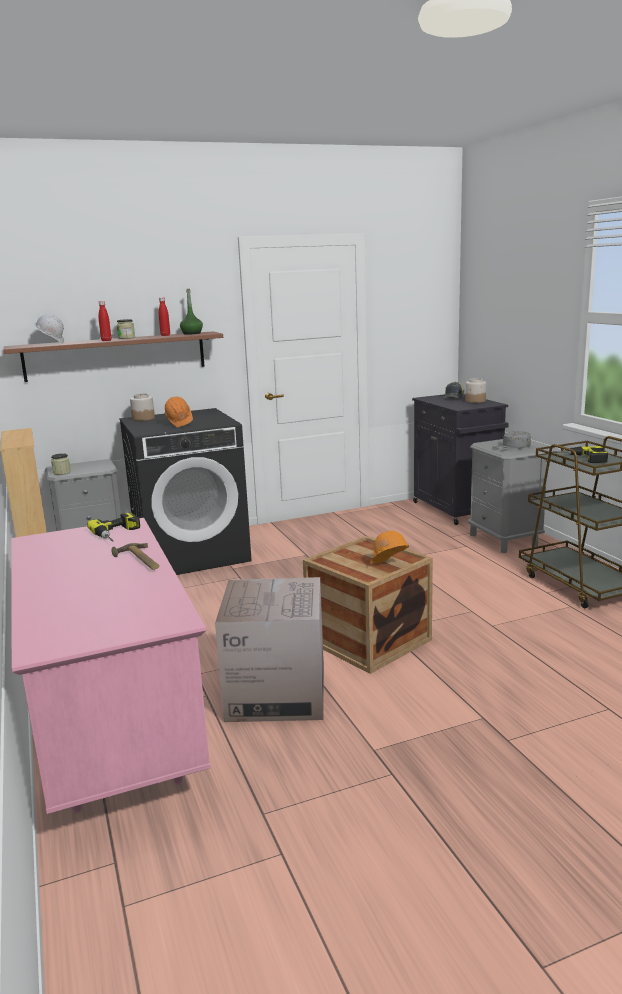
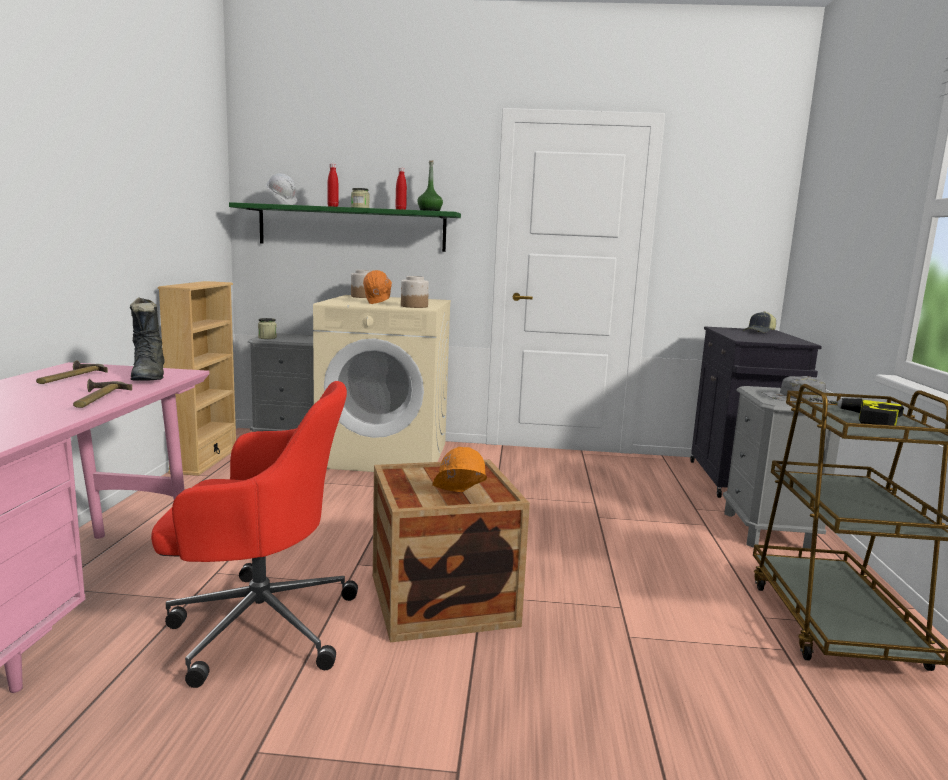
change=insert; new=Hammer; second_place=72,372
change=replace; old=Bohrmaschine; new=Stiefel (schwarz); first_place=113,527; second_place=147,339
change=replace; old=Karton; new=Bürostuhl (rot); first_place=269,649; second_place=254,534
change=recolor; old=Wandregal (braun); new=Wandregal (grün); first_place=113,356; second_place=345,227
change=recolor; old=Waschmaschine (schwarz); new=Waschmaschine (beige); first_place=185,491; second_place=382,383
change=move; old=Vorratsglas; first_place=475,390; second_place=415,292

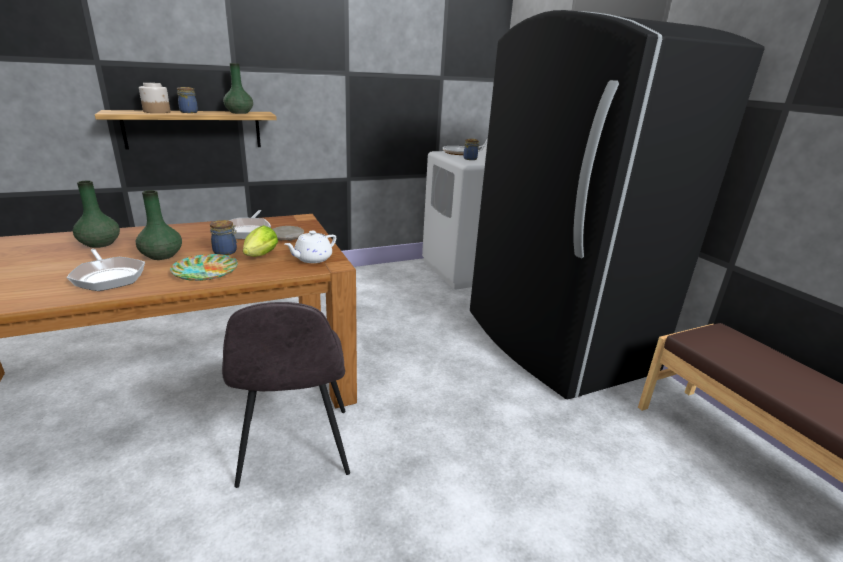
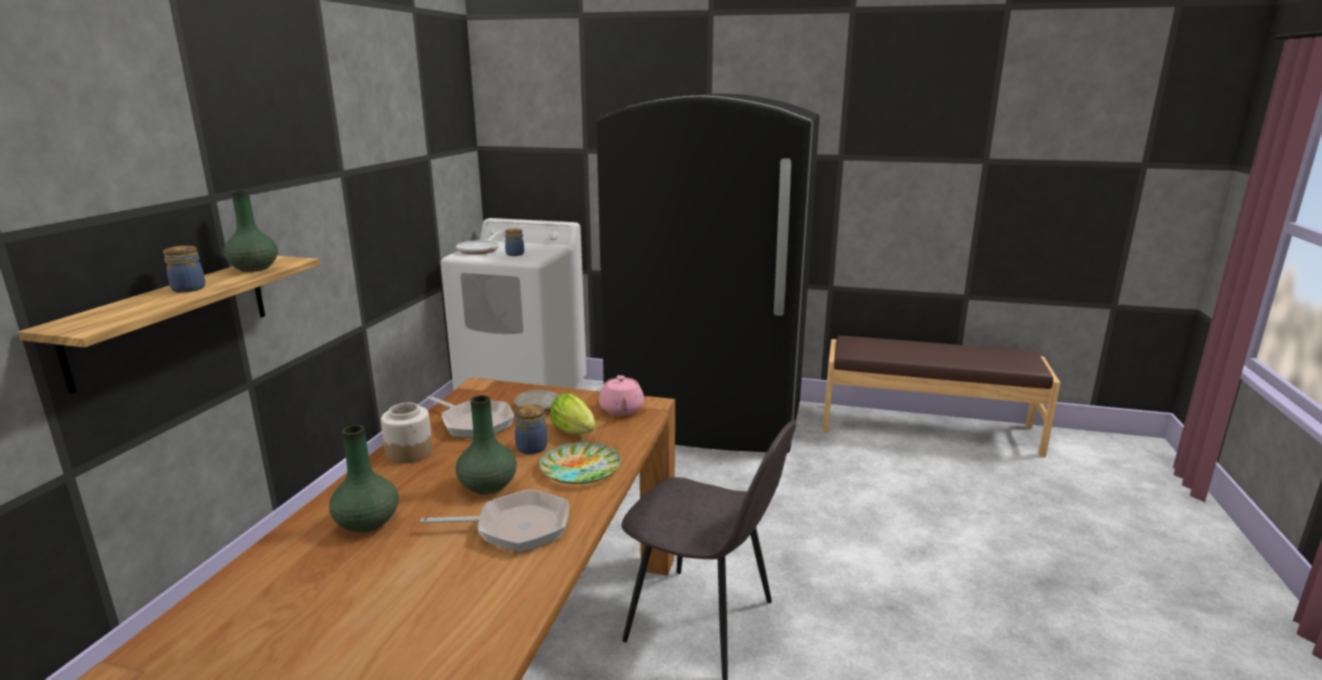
change=move; old=Vorratsglas; first_place=155,98; second_place=407,433
change=recolor; old=Teekanne (weiß); new=Teekanne (rosa); first_place=310,247; second_place=621,395

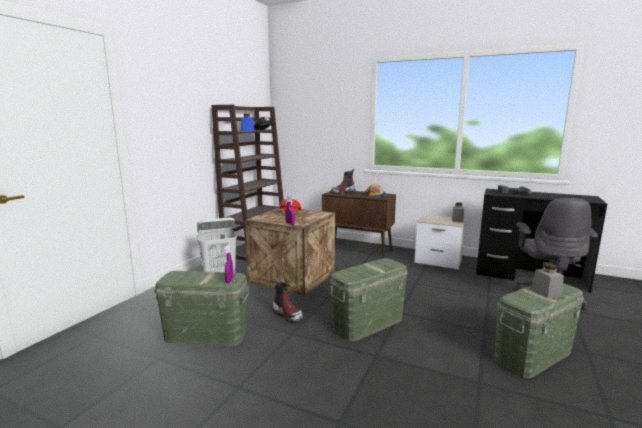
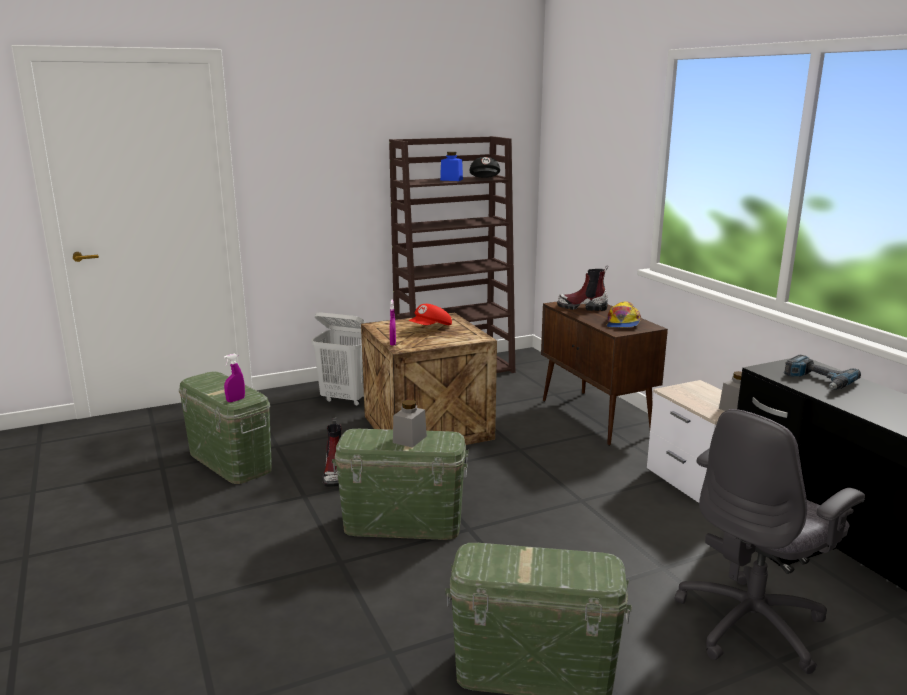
change=move; old=Vorratsglas (grau); first_place=548,280; second_place=410,424

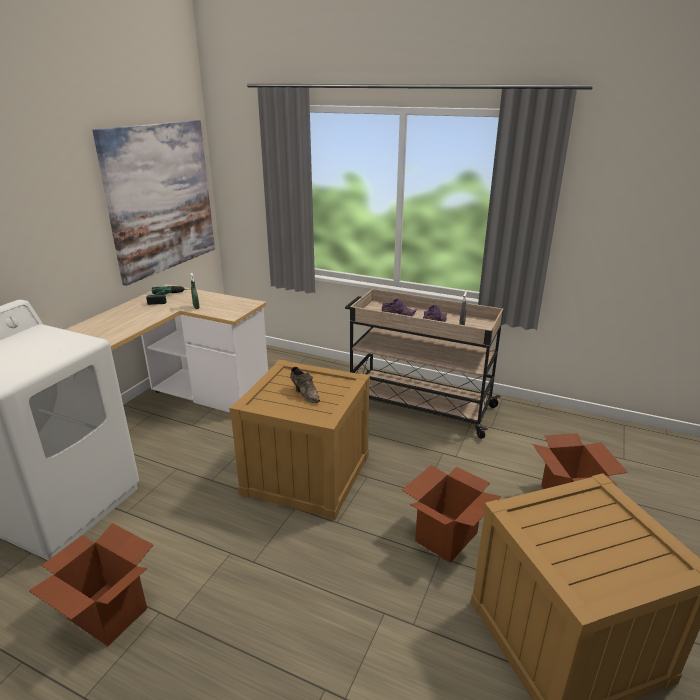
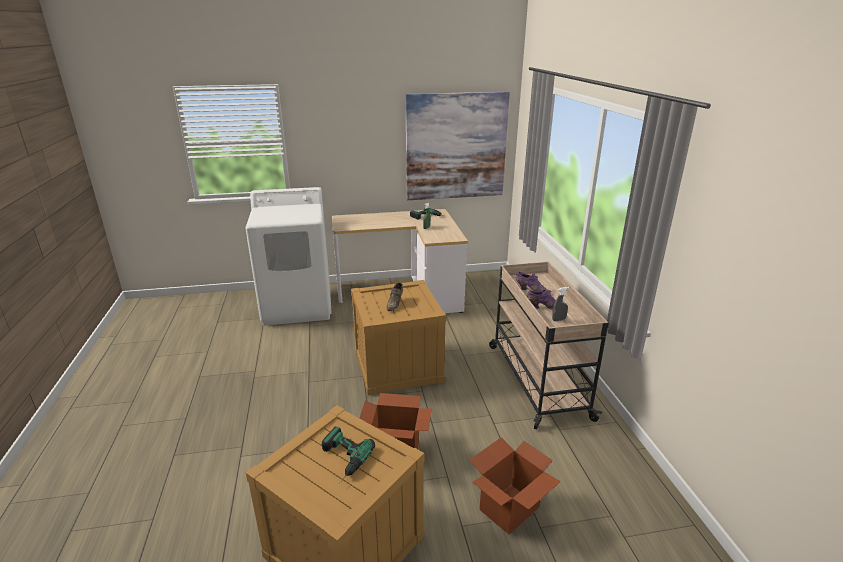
change=insert; new=Bohrmaschine; second_place=348,454
change=delete; old=Karton; first_place=91,584

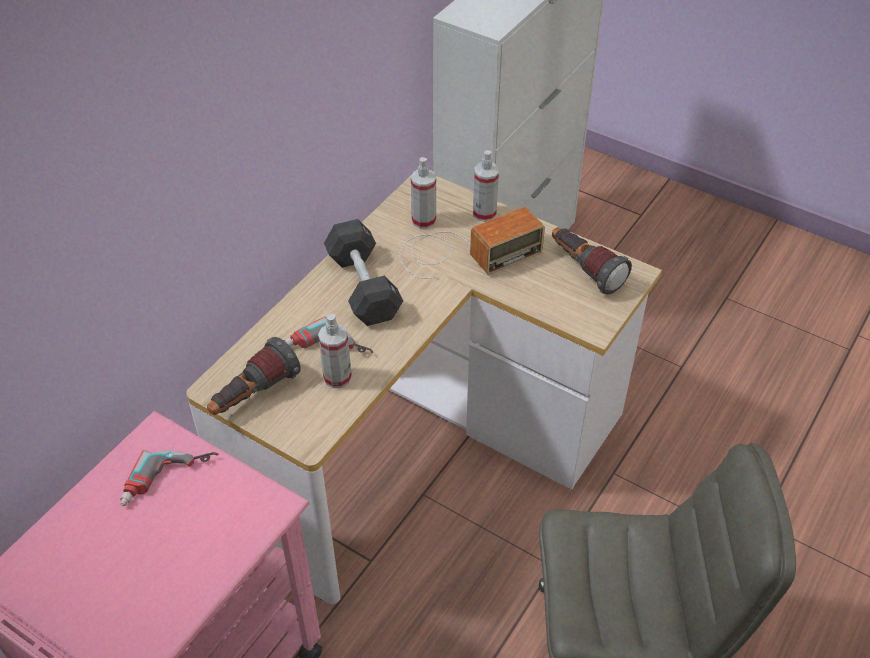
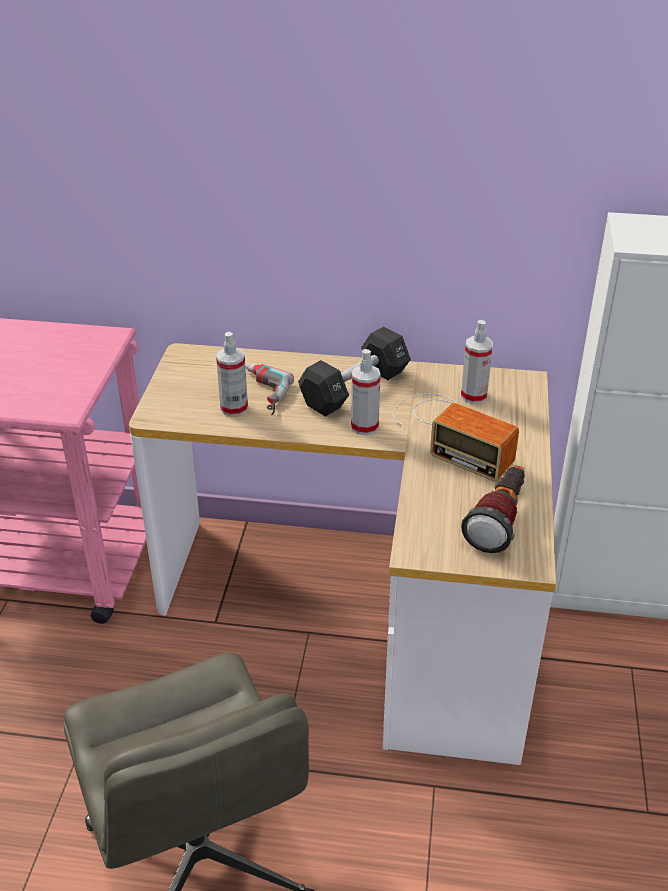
change=move; old=Sprühflasche; first_place=486,186; second_place=365,392
change=delete; old=Bohrmaschine; first_place=169,478
change=delete; old=Taschenlampe; first_place=254,376

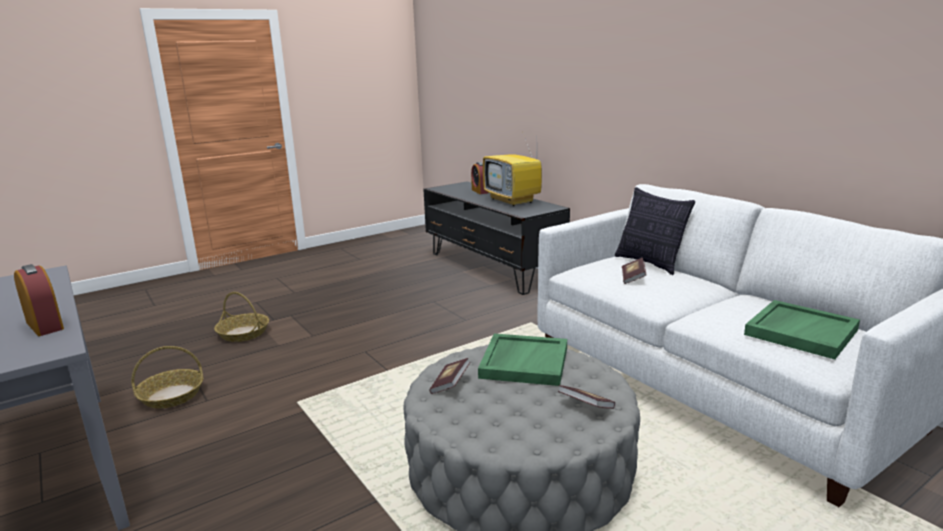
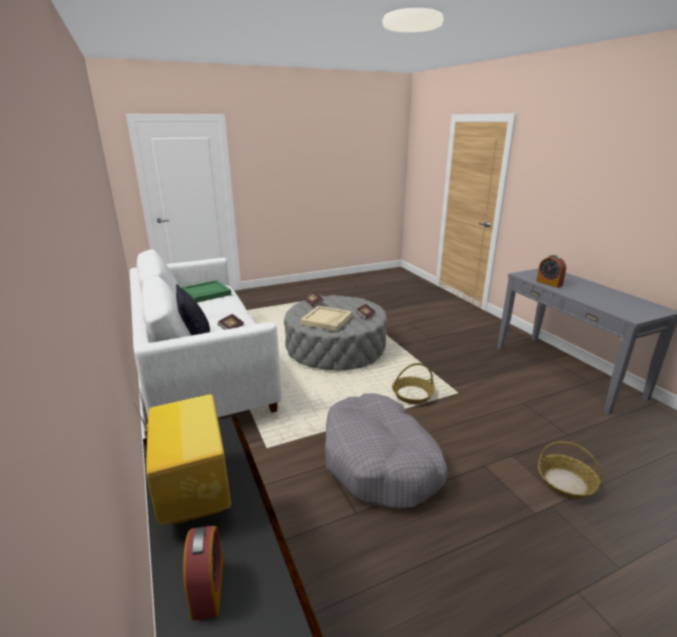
change=recolor; old=Tablett (grün); new=Tablett (beige); first_place=522,360; second_place=326,318
change=insert; new=Hundebett (grau); second_place=386,451
change=move; old=Korb; first_place=167,377; second_place=413,383

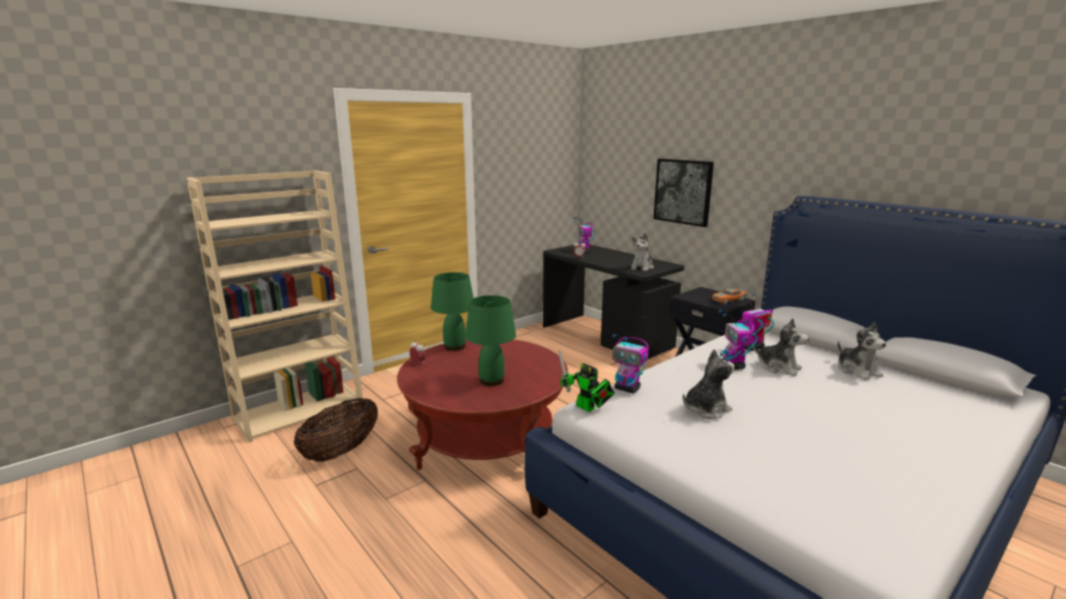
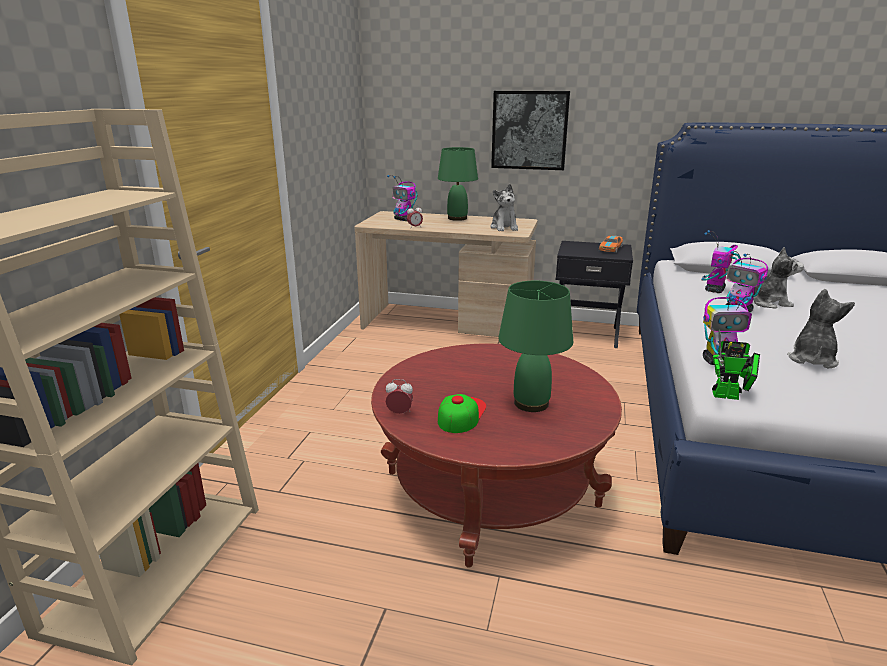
change=recolor; old=Schreibtisch (schwarz); new=Schreibtisch (beige); first_place=613,302; second_place=446,274
change=move; old=Tischlampe (grün); first_place=452,311; second_place=458,184
change=insert; new=Kappe; second_place=462,413
change=delete; old=Korb; first_place=336,430
change=delete; old=Plüschtier; first_place=862,351

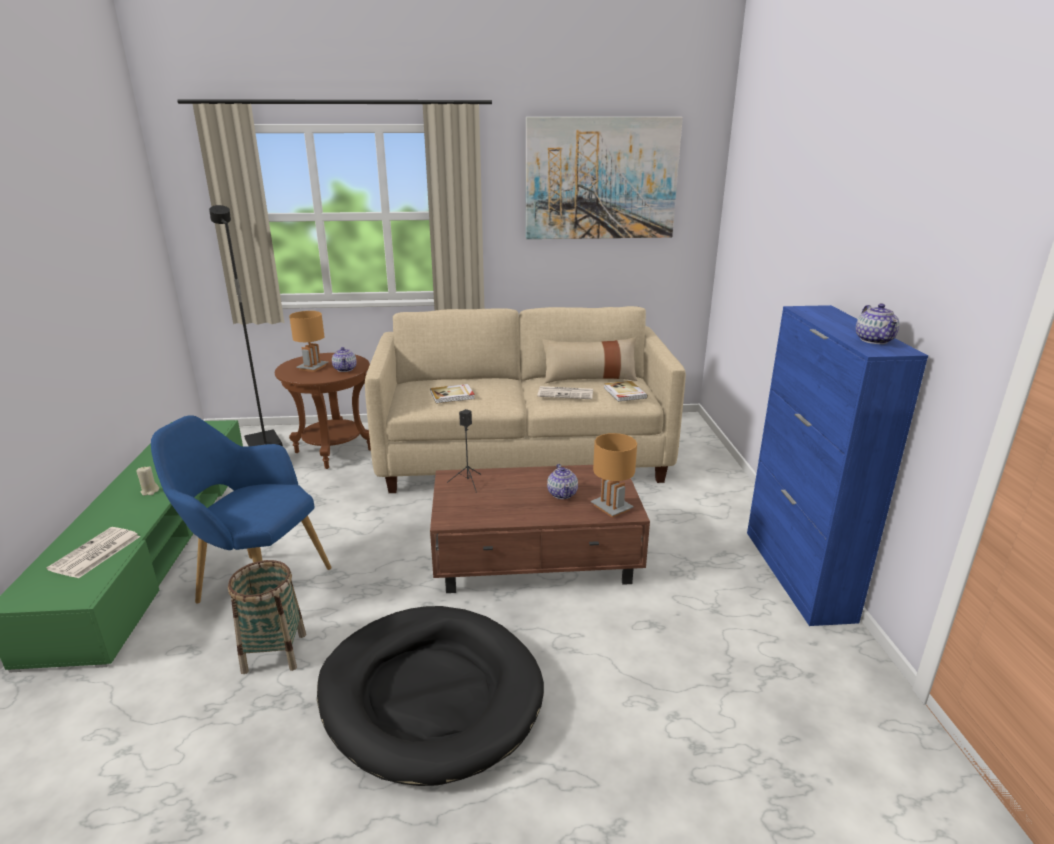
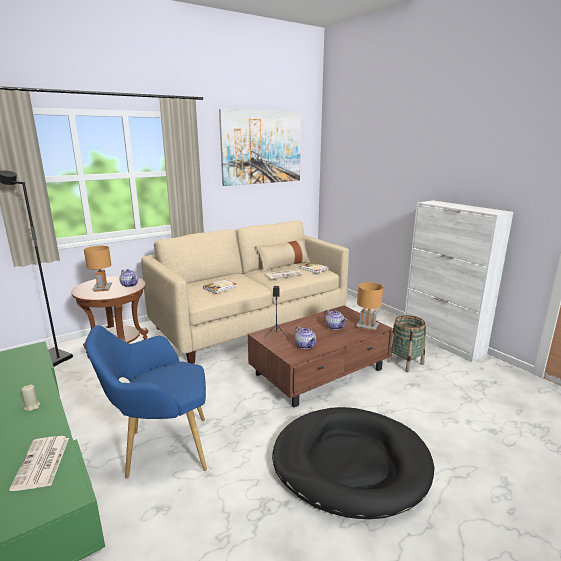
change=move; old=Teekanne; first_place=877,323; second_place=305,337
change=move; old=Korb; first_place=267,617; second_place=406,343
change=recolor; old=Schrank (blau); new=Schrank (weiß); first_place=837,465; second_place=459,281

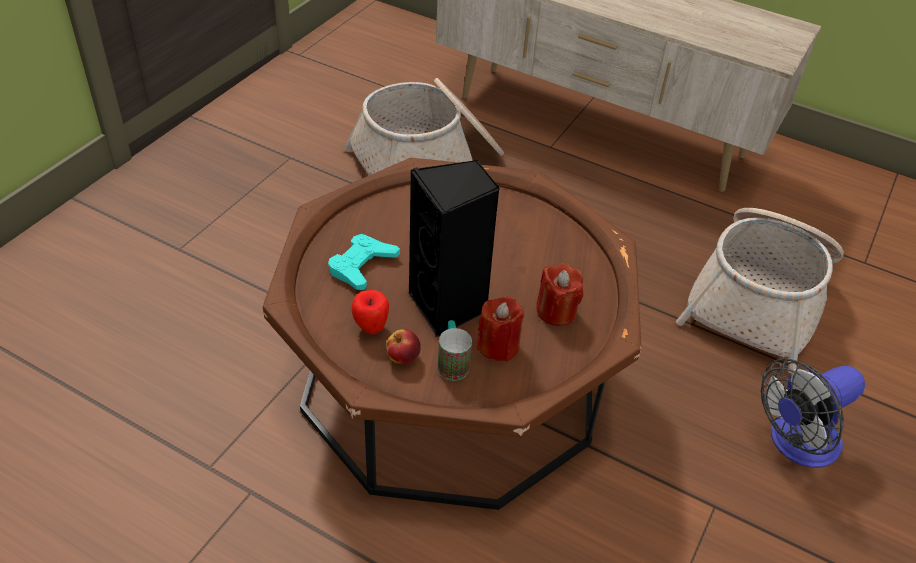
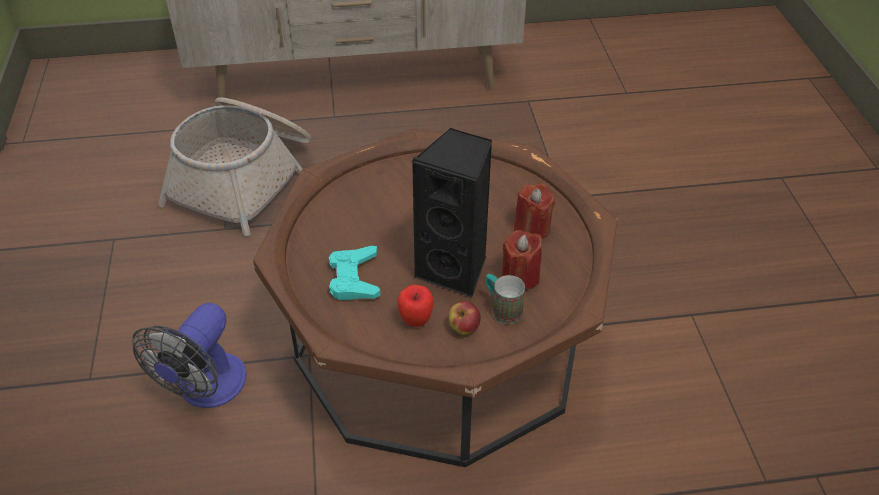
change=move; old=Ventilator; first_place=813,413; second_place=189,355
change=delete; old=Korb; first_place=760,290

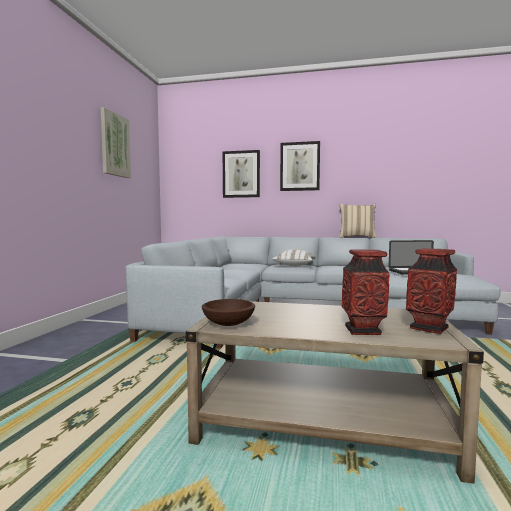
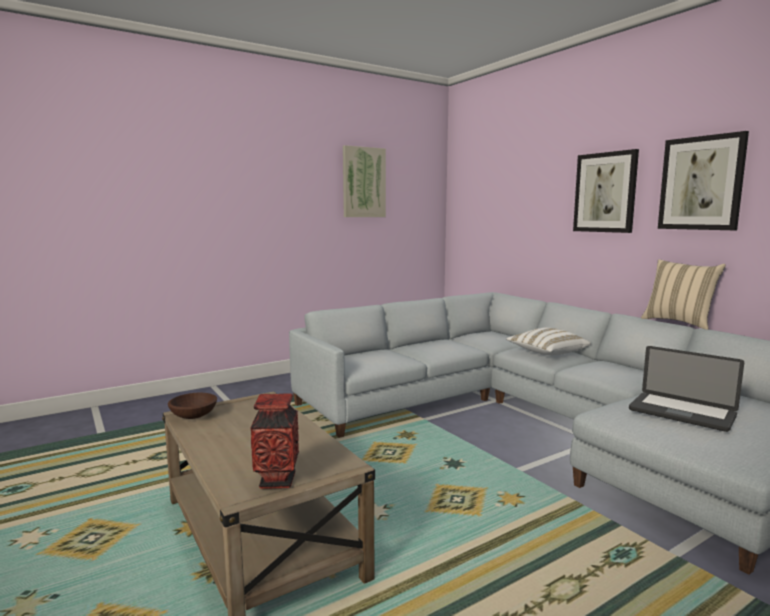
change=move; old=Bild; first_place=241,174; second_place=703,180
change=delete; old=Vase; first_place=365,292

